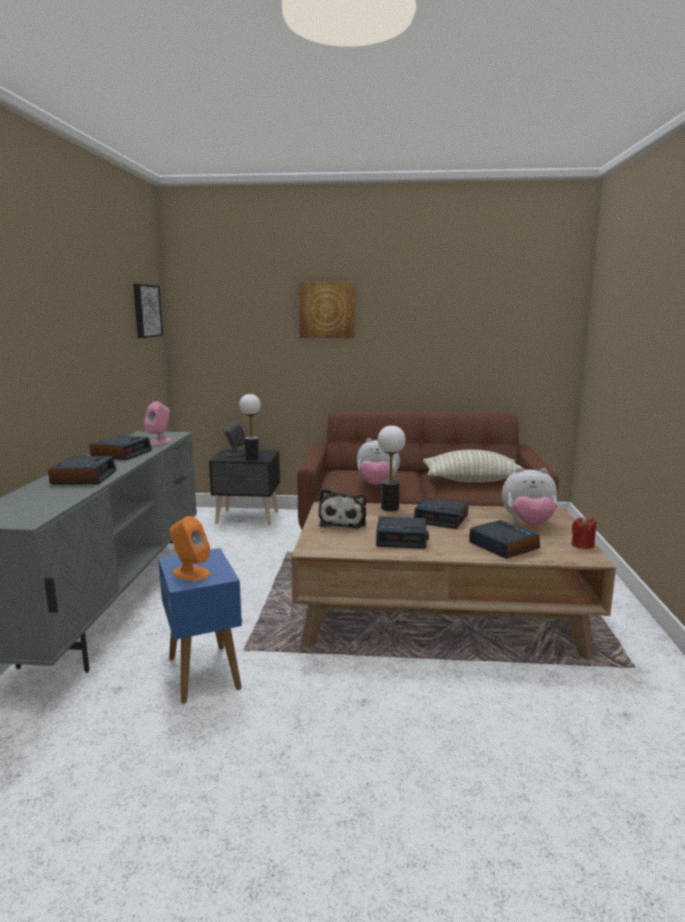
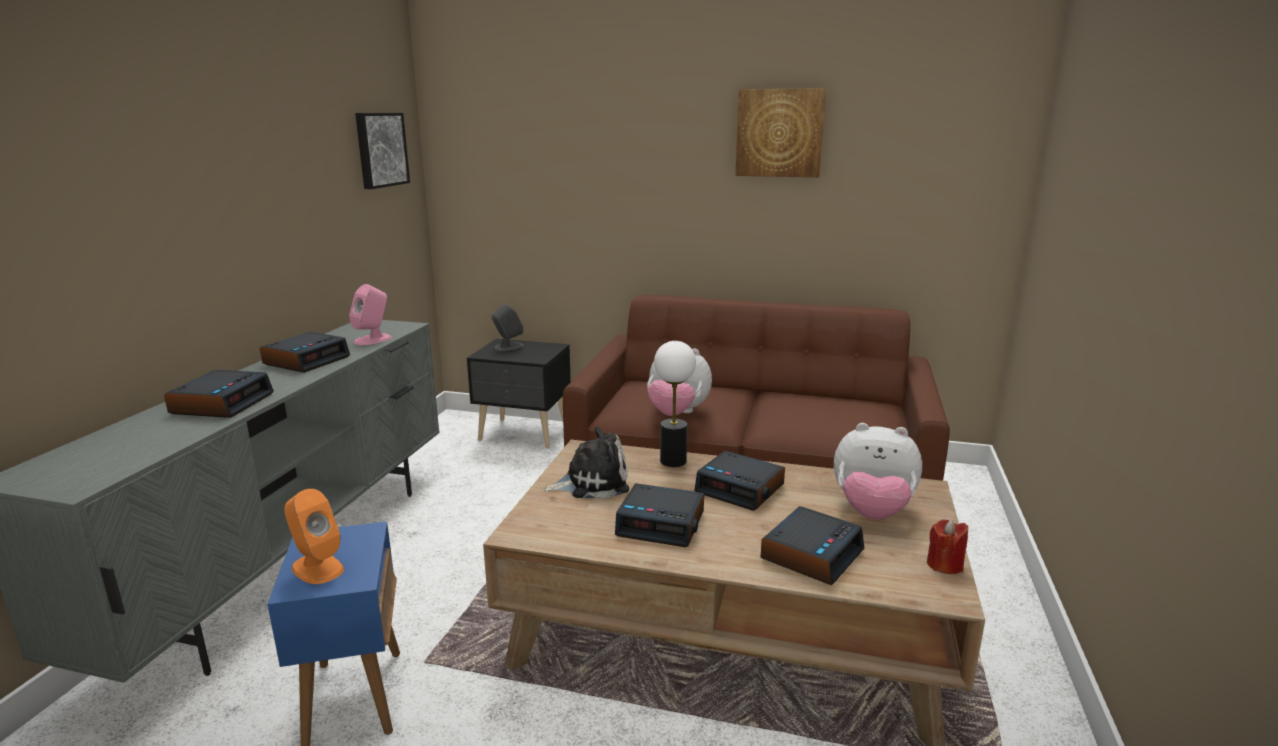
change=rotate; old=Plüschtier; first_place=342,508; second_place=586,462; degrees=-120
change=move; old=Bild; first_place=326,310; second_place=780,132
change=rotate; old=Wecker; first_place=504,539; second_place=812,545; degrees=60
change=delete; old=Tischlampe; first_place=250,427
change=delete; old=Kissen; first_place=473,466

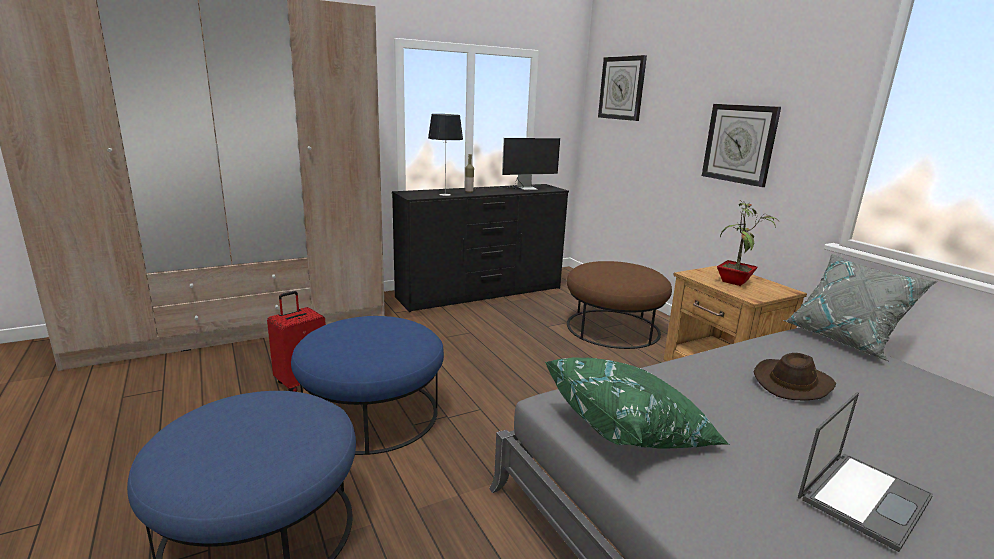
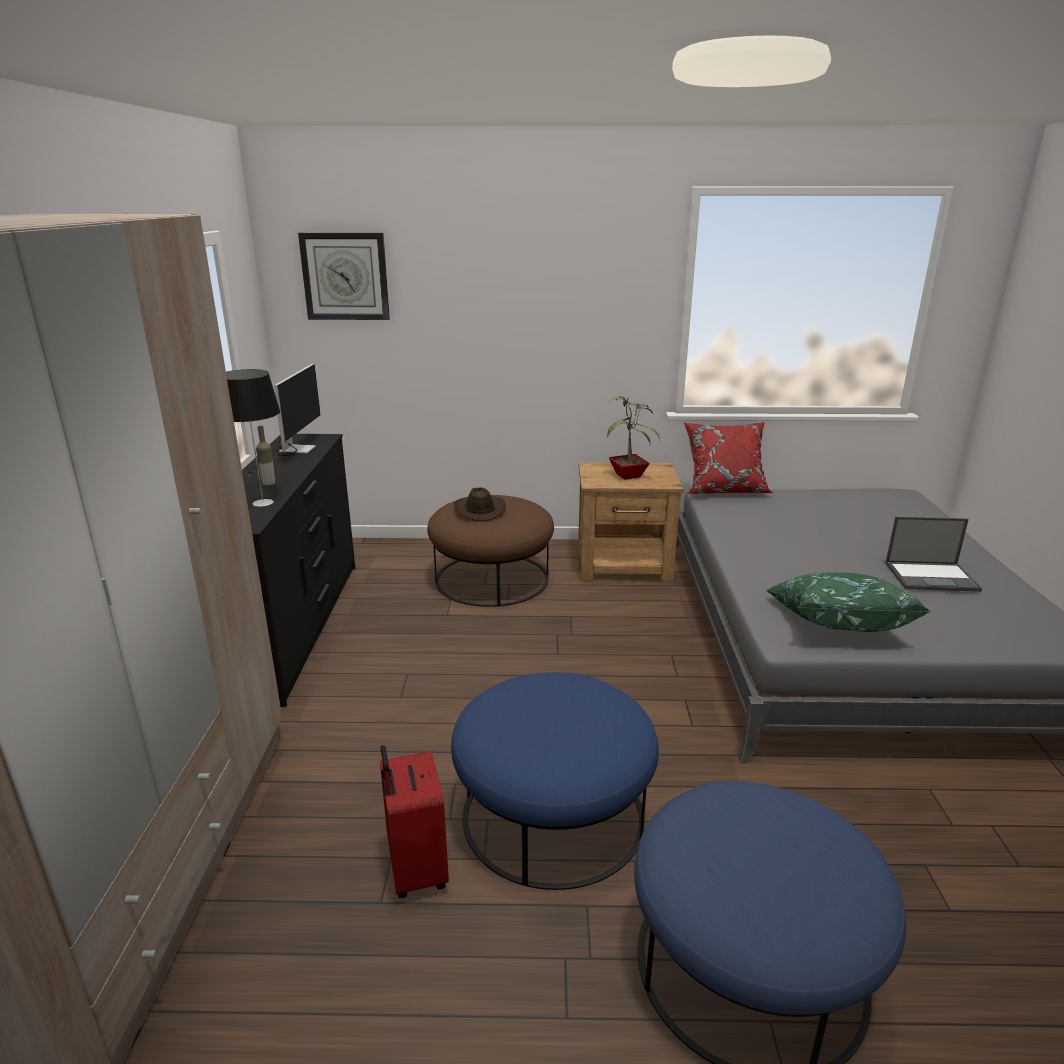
change=move; old=Hut (braun); first_place=795,376; second_place=480,504
change=recolor; old=Kissen (grau); new=Kissen (rot); first_place=860,307; second_place=728,458
change=rotate; old=Laptop; first_place=865,472; second_place=933,554; degrees=105
change=delete; old=Wanduhr; first_place=741,145

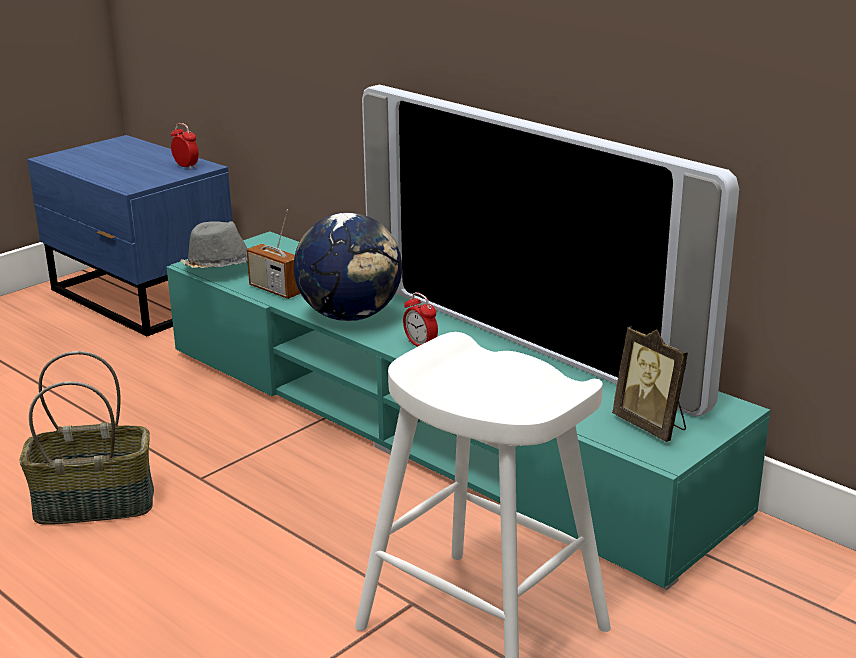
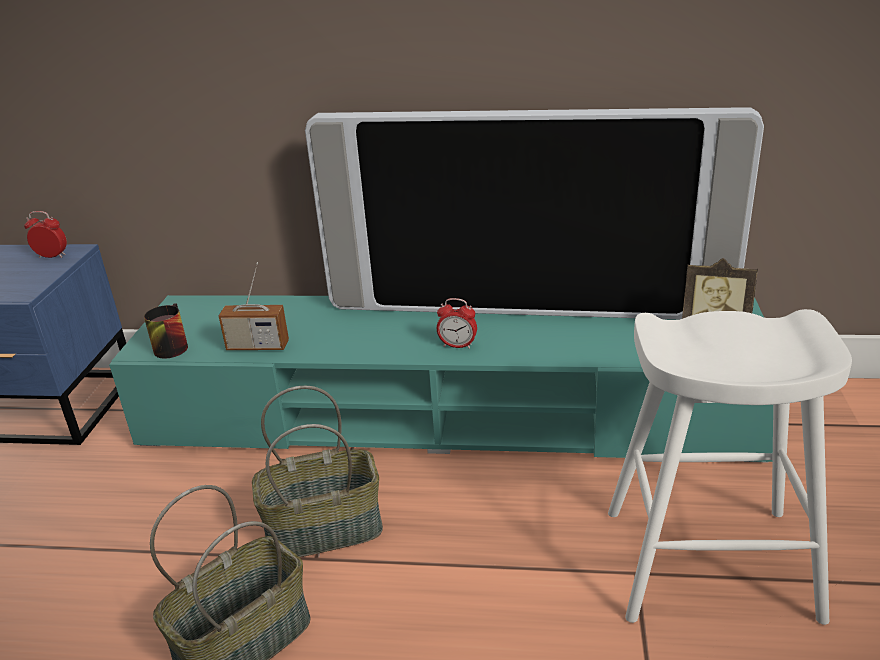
change=replace; old=Hut (grau); new=Henkelbecher; first_place=213,244; second_place=166,331
change=insert; new=Korb; second_place=317,471
change=delete; old=Globus; first_place=348,267

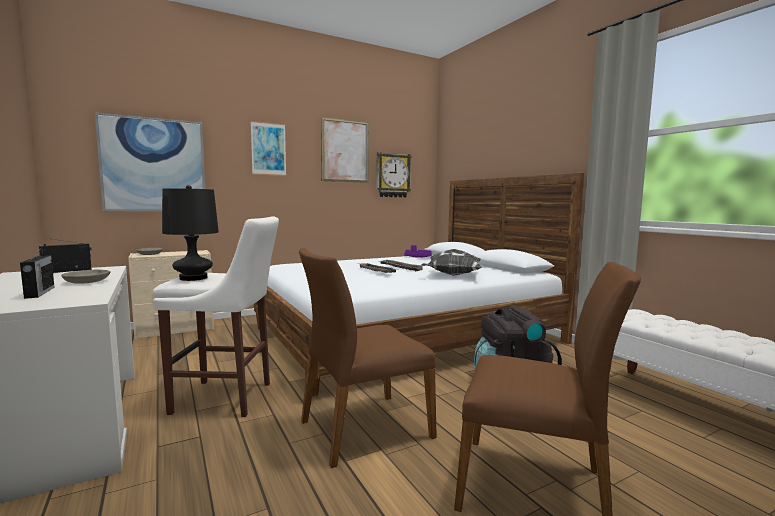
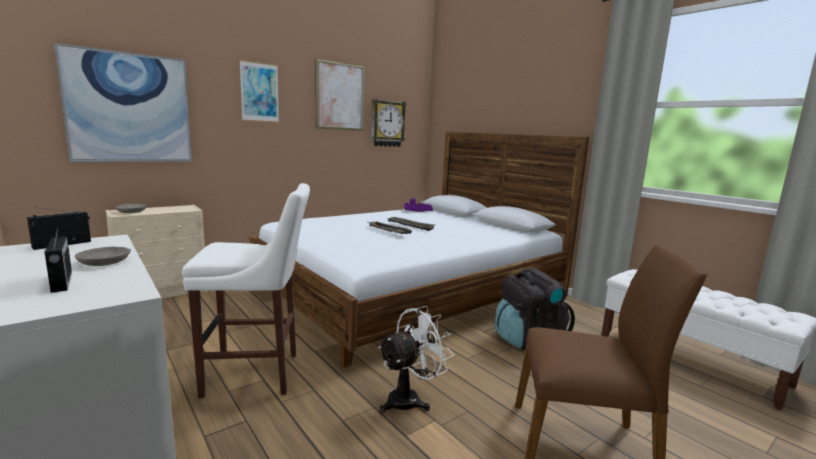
change=replace; old=Stuhl (braun); new=Ventilator (weiß); first_place=368,358; second_place=416,360
change=delete; old=Tischlampe (schwarz); first_place=190,233
change=delete; old=Kissen; first_place=452,262

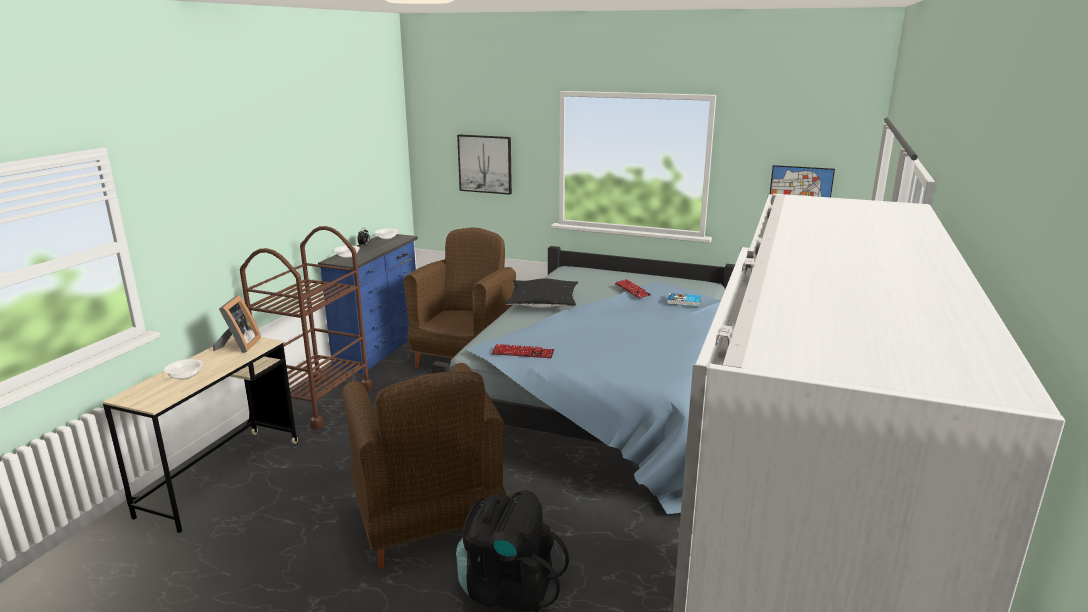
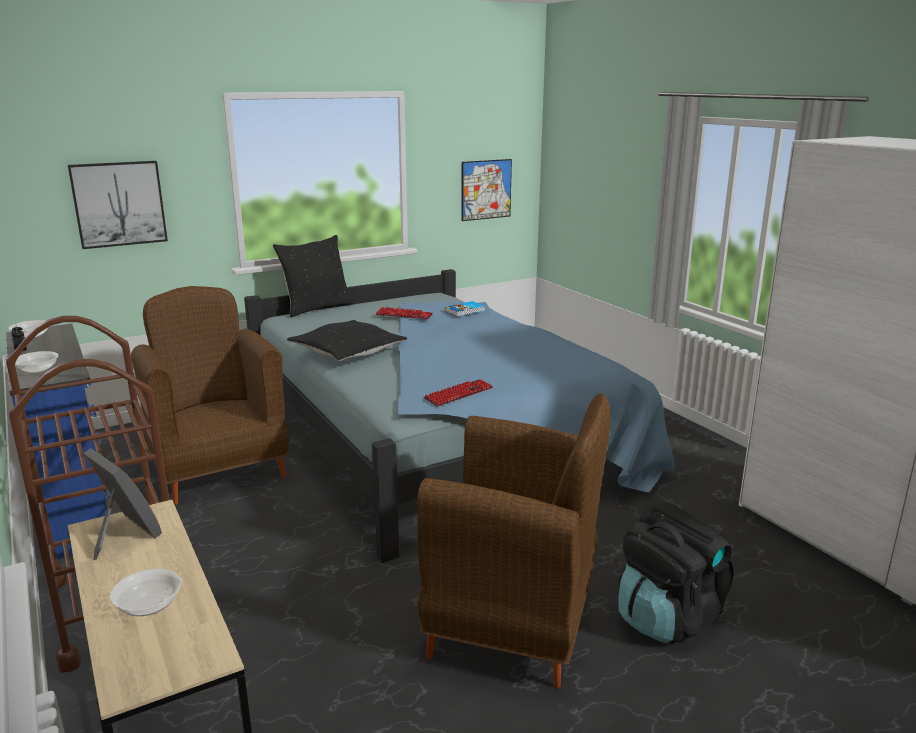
change=insert; new=Kissen (schwarz); second_place=313,276

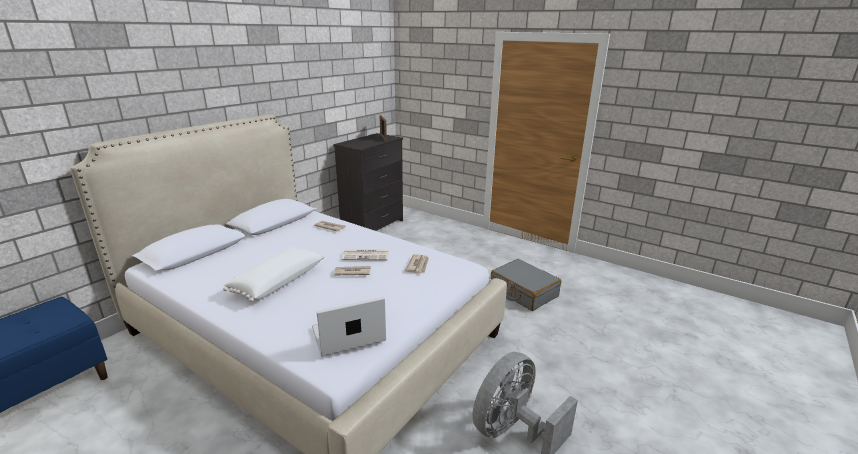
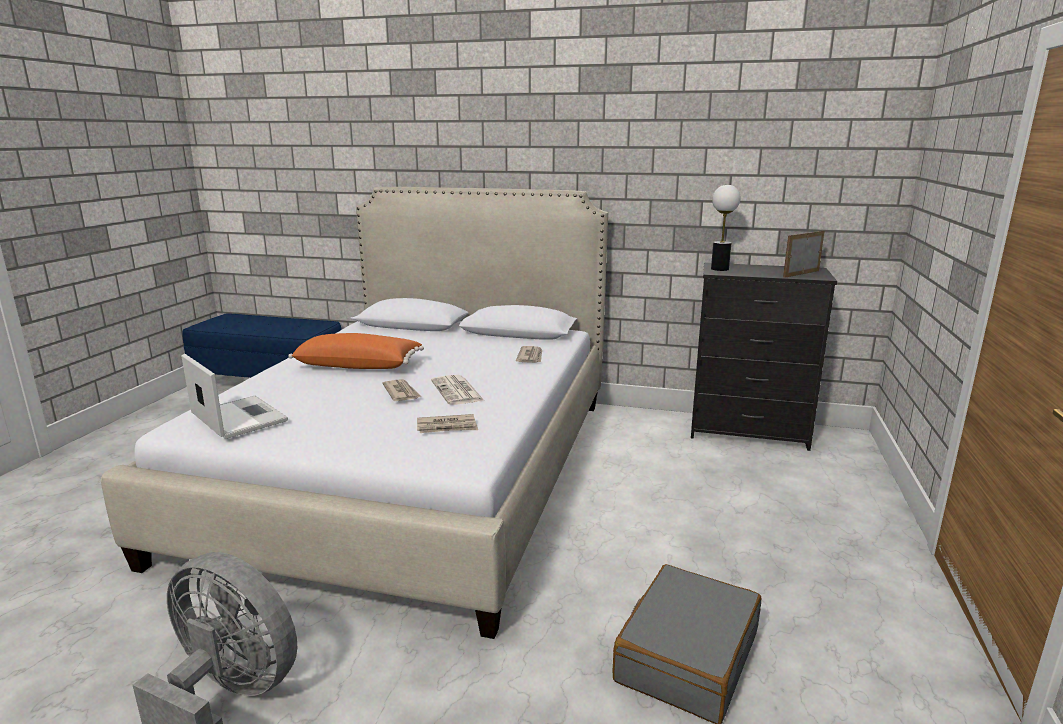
change=recolor; old=Kissen (weiß); new=Kissen (orange); first_place=273,274; second_place=356,351
change=insert; new=Tischlampe; second_place=726,228

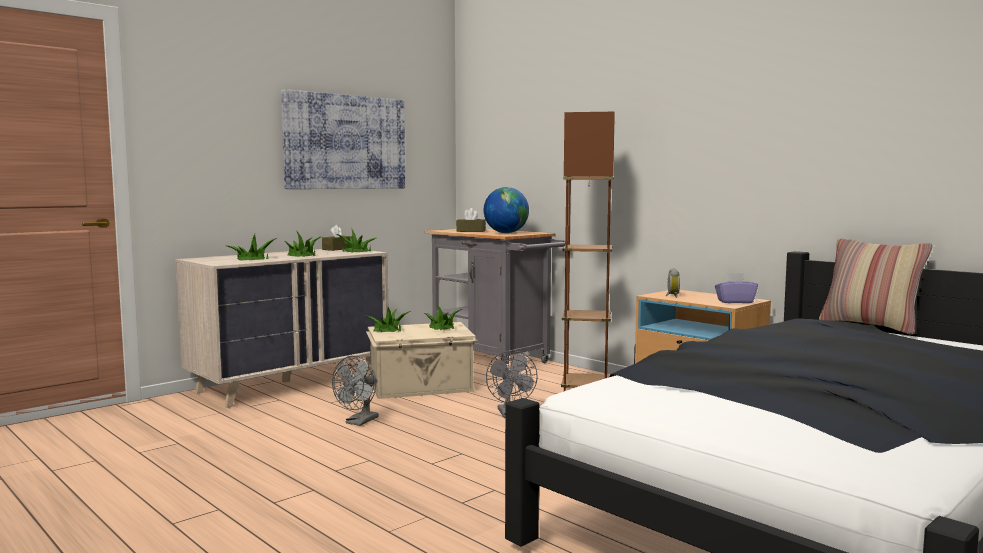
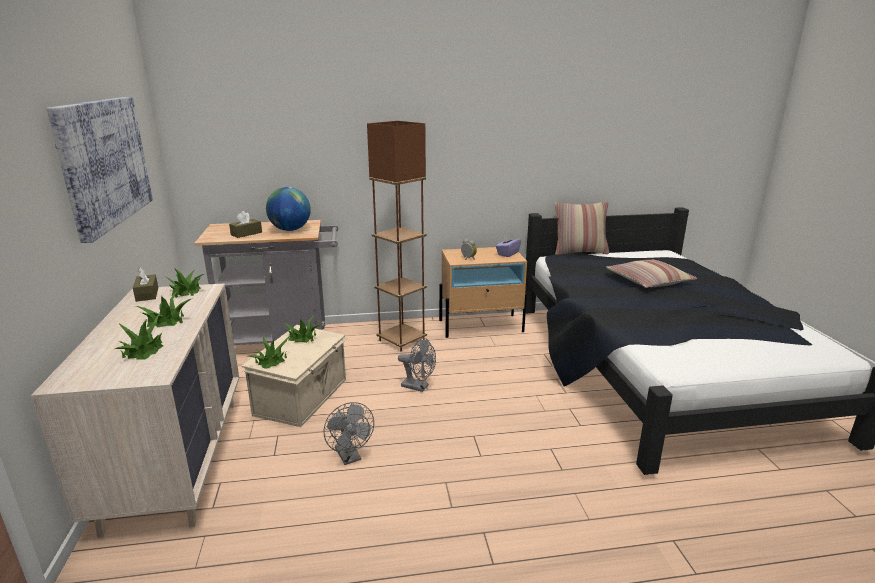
change=insert; new=Kissen; second_place=651,273

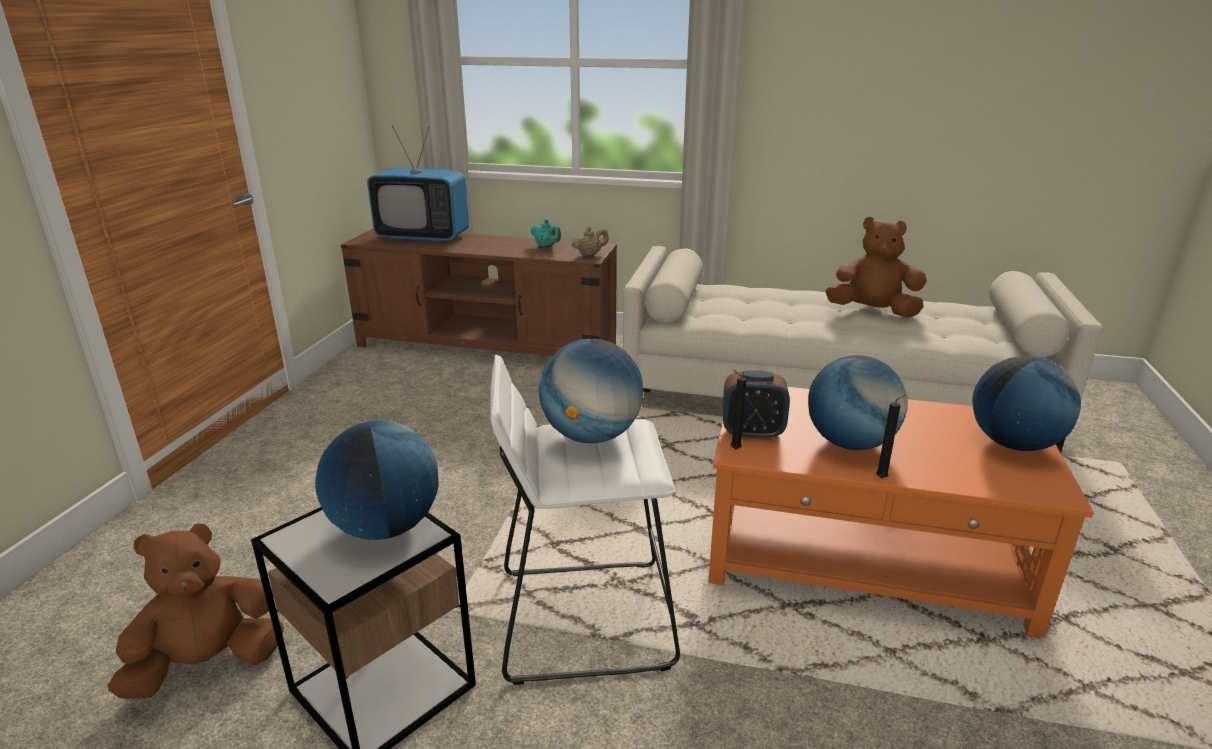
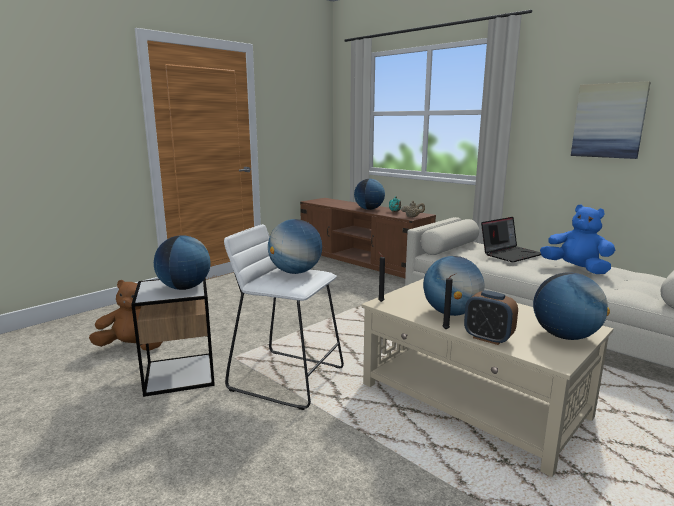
change=insert; new=Globus; second_place=369,194
change=recolor; old=Couchtisch (orange); new=Couchtisch (beige); first_place=901,512; second_place=487,377
change=move; old=Wecker; first_place=756,405; second_place=491,317
change=insert; new=Laptop; second_place=511,239
change=recolor; old=Plüschtier (braun); new=Plüschtier (blau); first_place=876,267; second_place=577,239
change=insert; new=Bild; second_place=611,120
change=delete; old=Fernseher; first_place=418,184

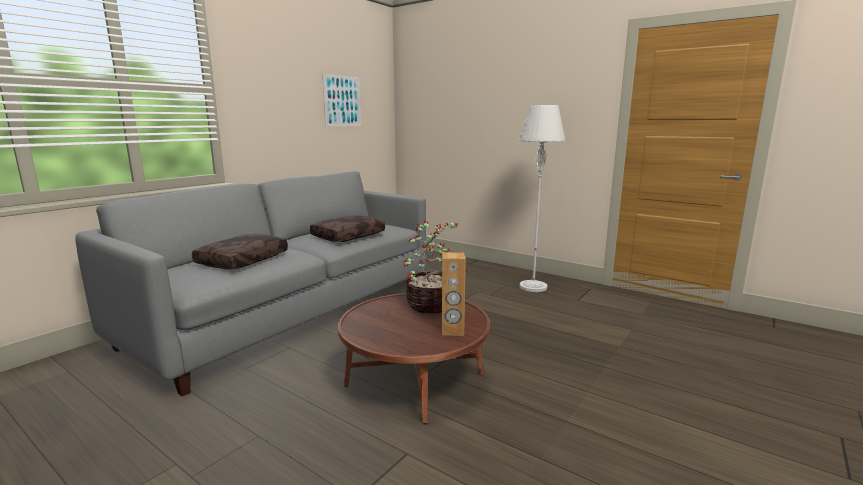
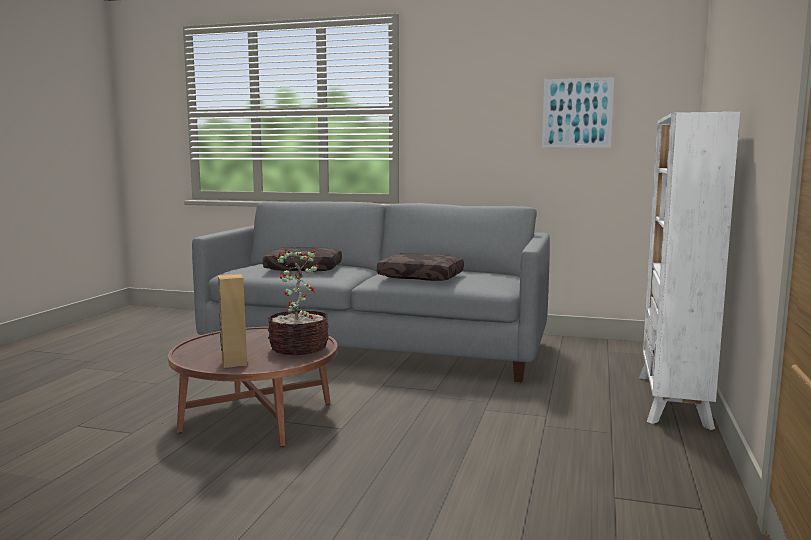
change=insert; new=Bücherregal (weiß); second_place=689,271
change=delete; old=Stehlampe (grau); first_place=542,198

